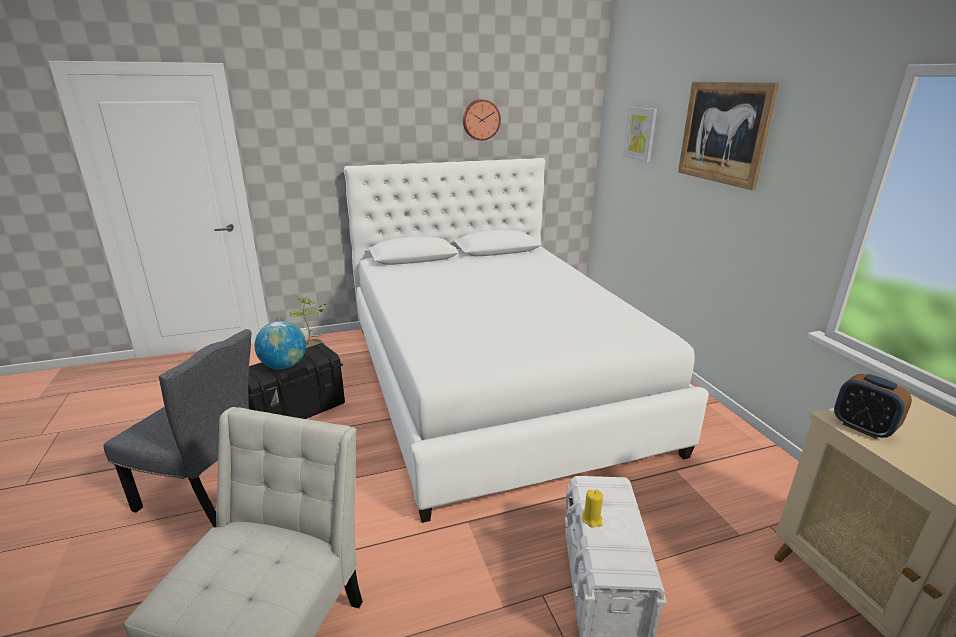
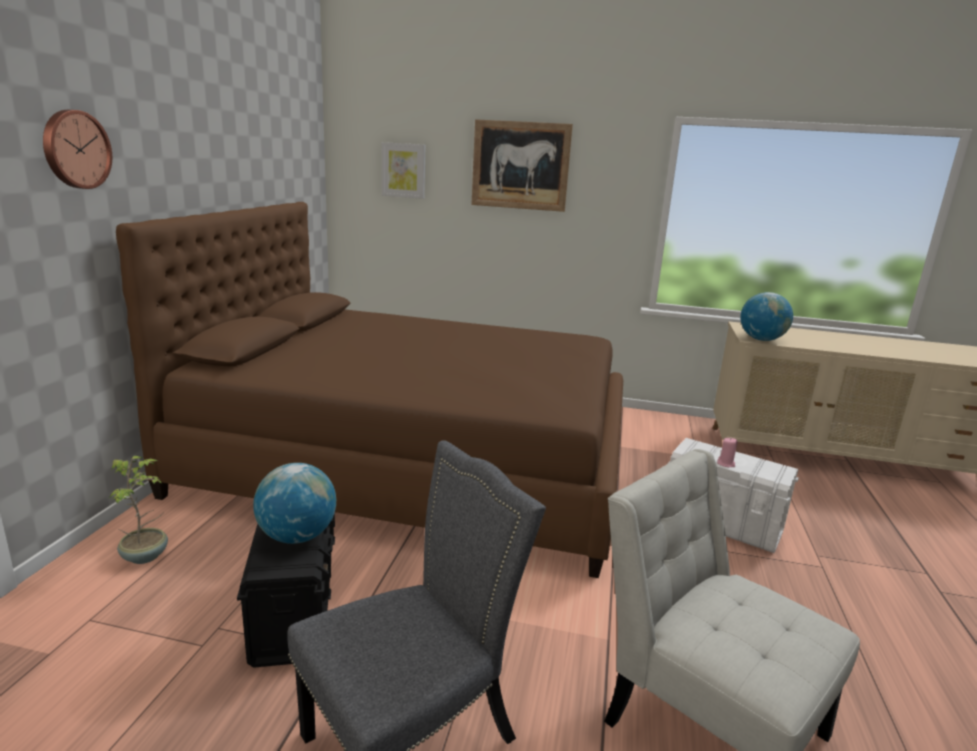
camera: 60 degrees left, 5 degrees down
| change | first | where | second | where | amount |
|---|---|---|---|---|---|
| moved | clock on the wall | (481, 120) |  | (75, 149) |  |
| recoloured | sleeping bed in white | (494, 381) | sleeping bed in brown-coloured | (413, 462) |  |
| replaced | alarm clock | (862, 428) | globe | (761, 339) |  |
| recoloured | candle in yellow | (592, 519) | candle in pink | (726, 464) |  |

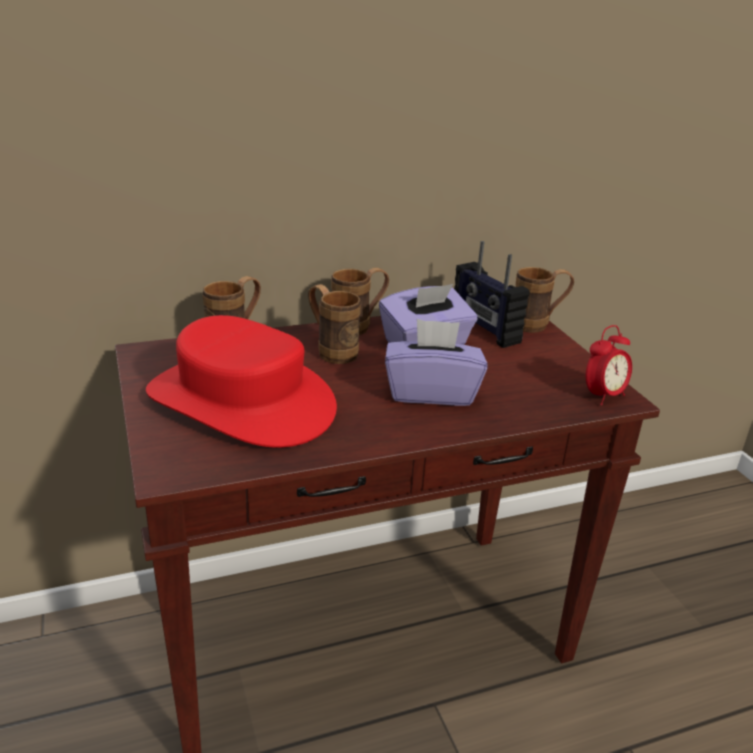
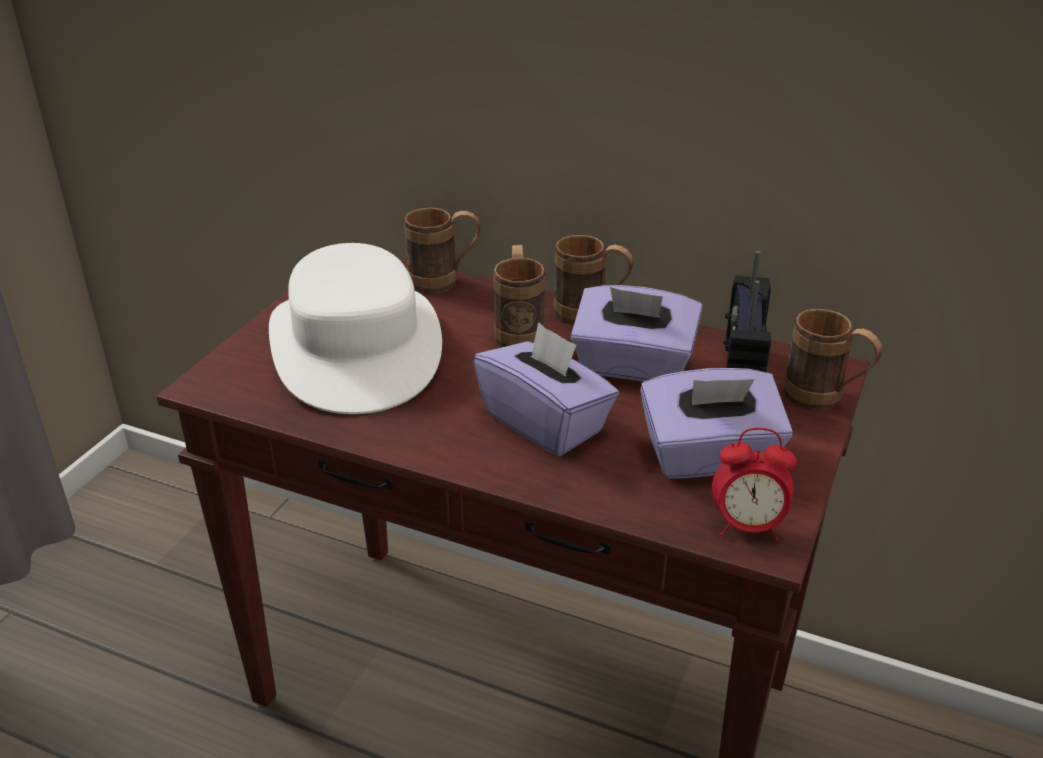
camera: 45 degrees right, 5 degrees up
| change | first | where | second | where | amount |
|---|---|---|---|---|---|
| recoloured | wearable hat in red-coloured | (242, 401) | wearable hat in white | (357, 347) |  |
| added |  |  | tissue holder in purple-coloured | (709, 457) |  |

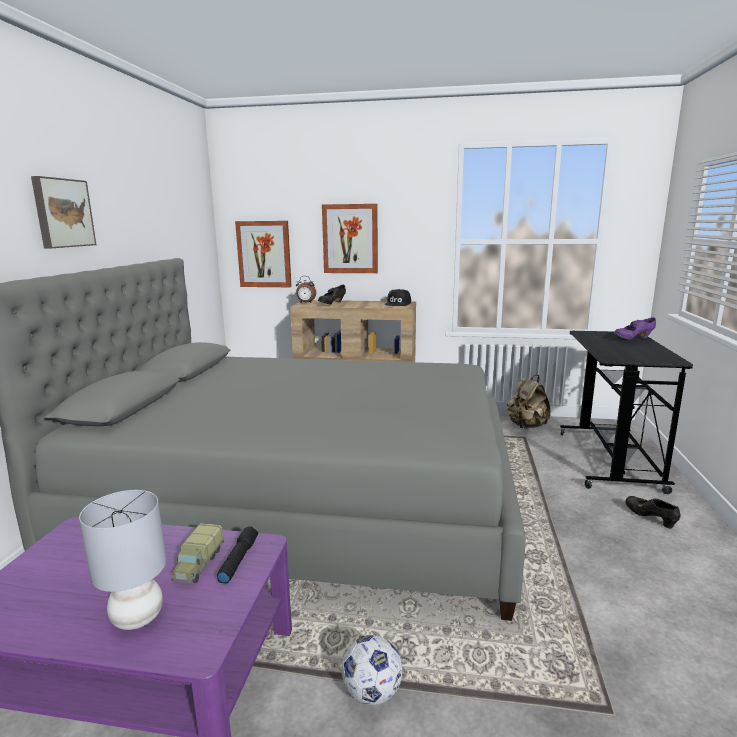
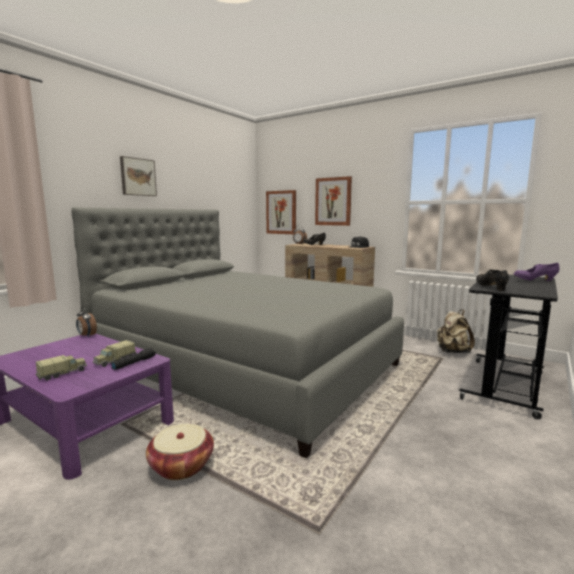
camera: 25 degrees right, 5 degrees down
| change | first | where | second | where | amount |
|---|---|---|---|---|---|
| replaced | tabletop lamp in gray | (136, 618) | model truck | (63, 373) |  |
| moved | item of footwear in blackish | (650, 518) |  | (491, 287) |  |
| replaced | football ball | (372, 693) | household basket | (181, 465) |  |
| added |  |  | alarm clock | (86, 335) |  |

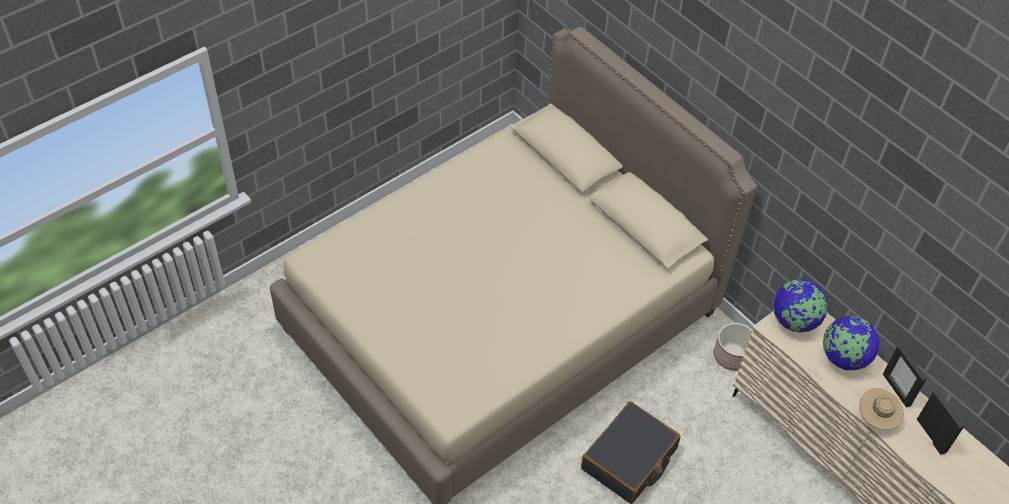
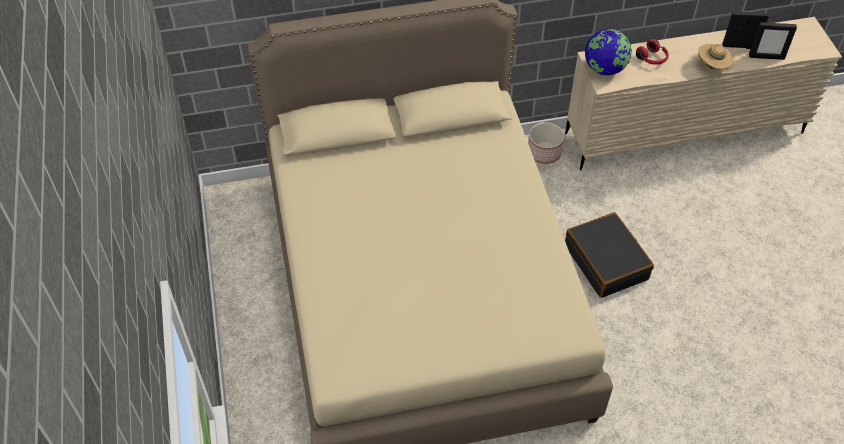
camera: 60 degrees left, 0 degrees up
| change | first | where | second | where | amount |
|---|---|---|---|---|---|
| replaced | globe | (843, 358) | pair of headphones in red-coloured | (652, 58) |  |
| moved | standing frame | (897, 389) |  | (766, 56) |  |

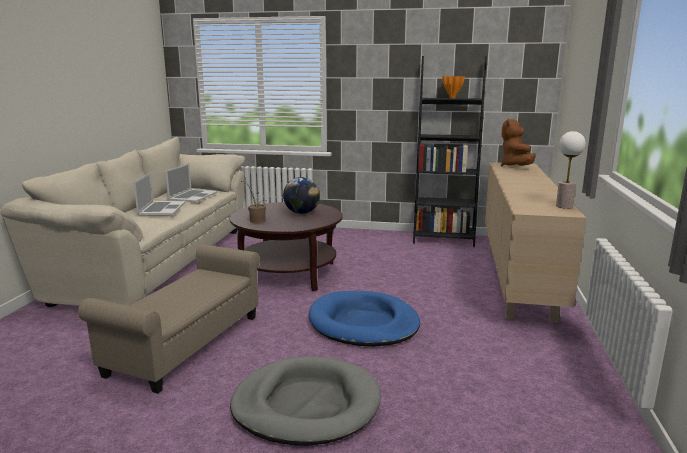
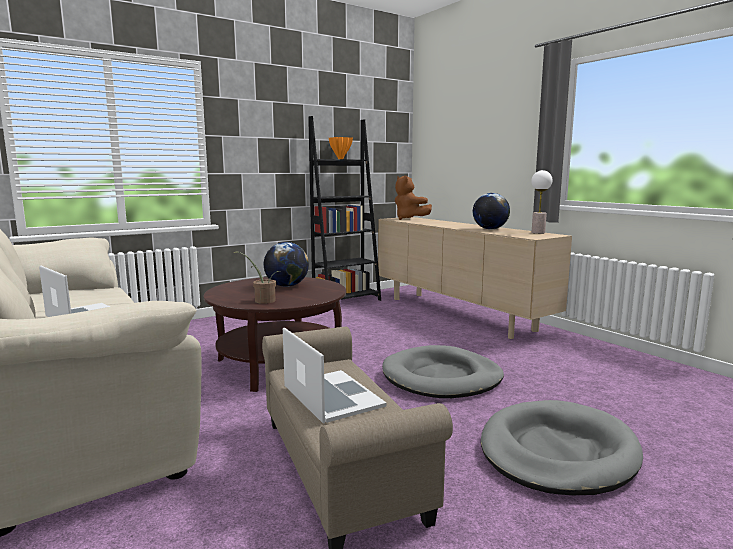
camera: 45 degrees left, 5 degrees down
| change | first | where | second | where | amount |
|---|---|---|---|---|---|
| moved | portable computer | (193, 196) |  | (332, 396) |  |
| recoloured | pet bed in blue | (363, 323) | pet bed in gray | (442, 377) |  |
| added |  |  | globe | (490, 229) |  |

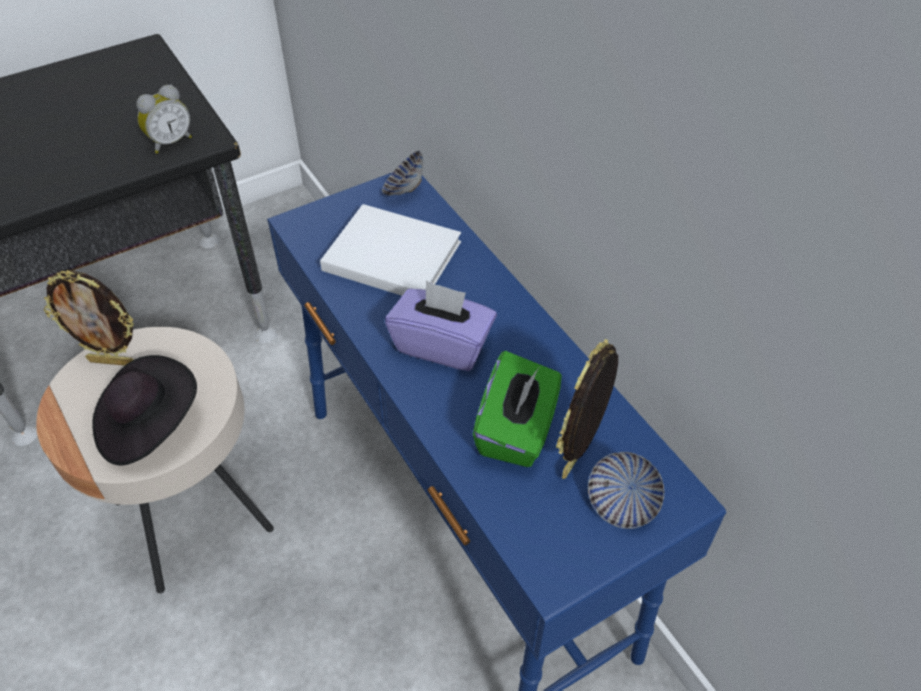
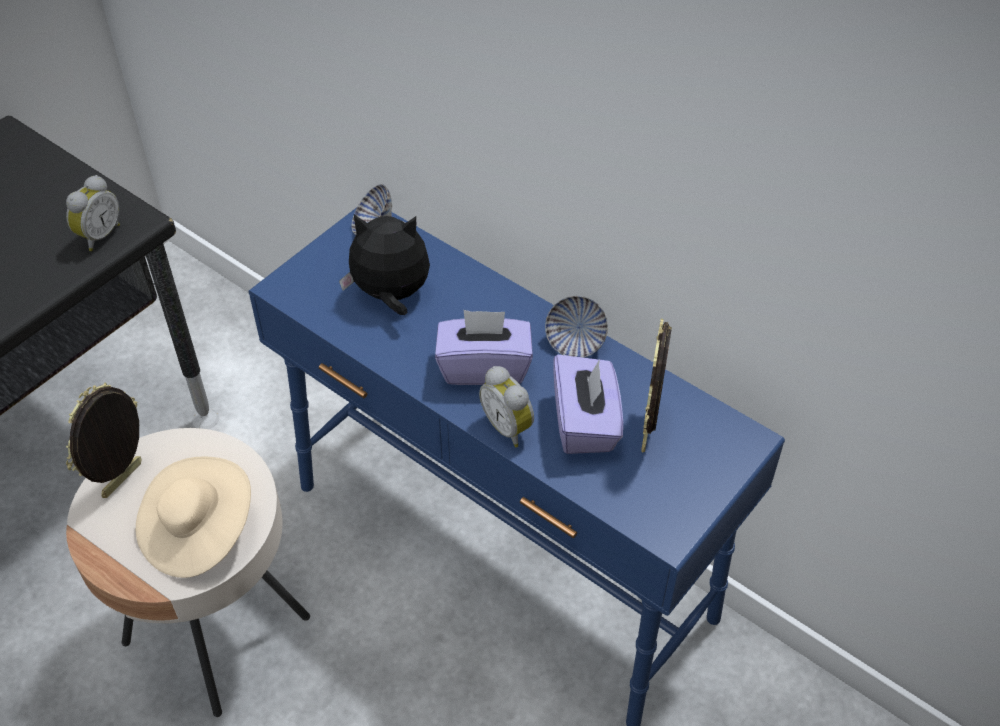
camera: 20 degrees left, 0 degrees up
| change | first | where | second | where | amount |
|---|---|---|---|---|---|
| replaced | book in white | (388, 255) | cuddly toy | (391, 295) |  |
| turned | standing frame | (113, 361) |  | (124, 481) | 135 degrees clockwise |
| recoloured | tissue holder in greenish | (517, 430) | tissue holder in purple-coloured | (585, 423) |  |
| recoloured | wearable hat in blackish | (148, 425) | wearable hat in sand-coloured | (198, 531) |  |
| moved | serving bowl | (621, 504) |  | (575, 342) |  |
| added |  |  | alarm clock | (509, 426) |  |

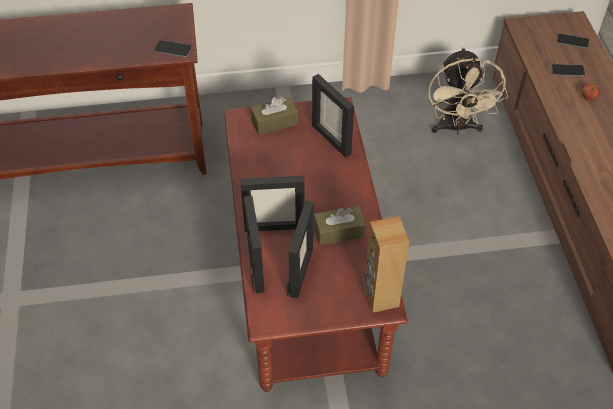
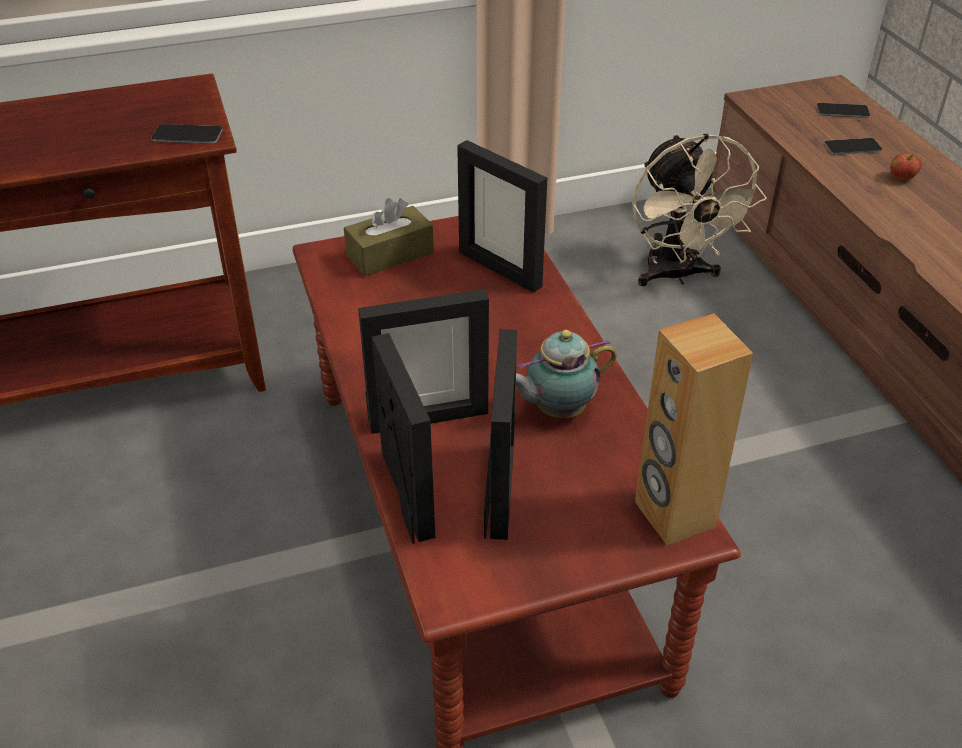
camera: 10 degrees left, 10 degrees down
| change | first | where | second | where | amount |
|---|---|---|---|---|---|
| replaced | tissue holder in brown-coloured | (339, 231) | tea pot | (557, 410) |  |

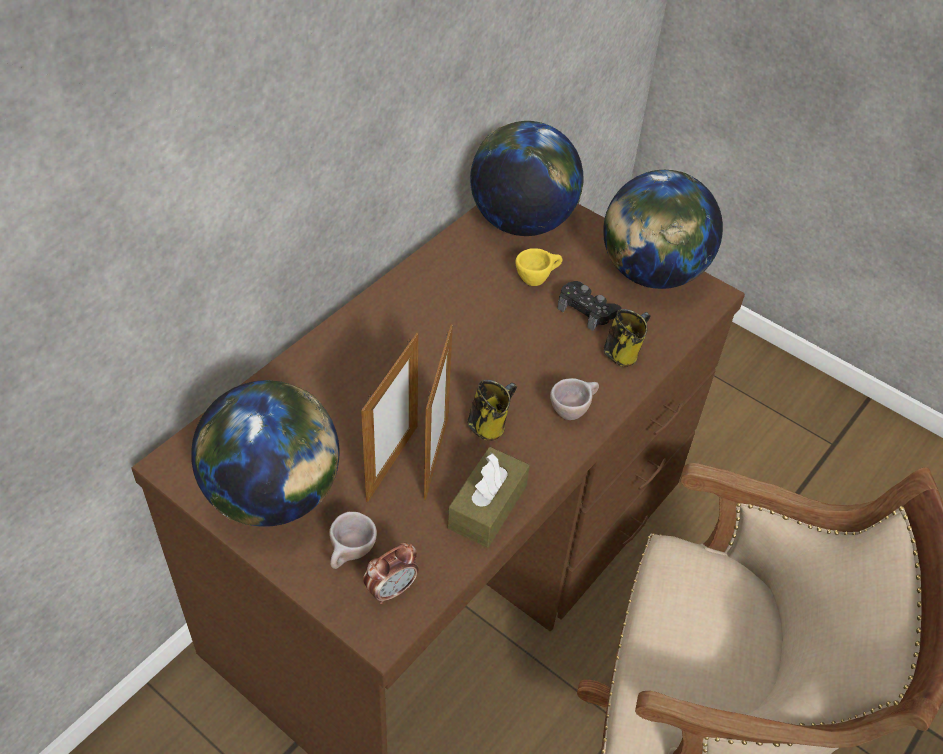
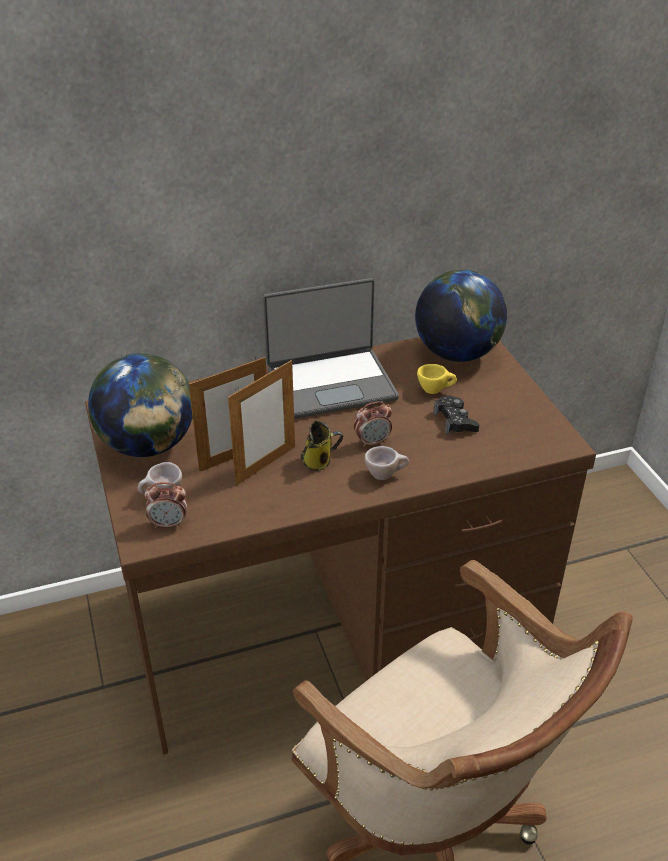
camera: 35 degrees right, 10 degrees down
| change | first | where | second | where | amount |
|---|---|---|---|---|---|
| removed | globe | (651, 273) |  |  |  |
| removed | tea mug | (623, 353) |  |  |  |
| removed | tissue holder in brown-coloured | (487, 507) |  |  |  |
| added |  |  | portable computer | (331, 384) |  |
| added |  |  | alarm clock | (372, 442) |  |

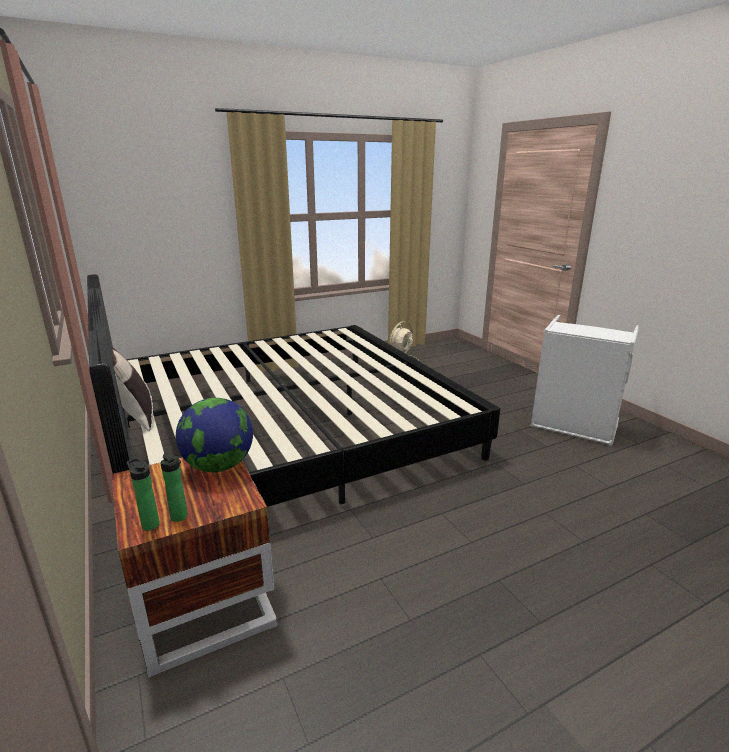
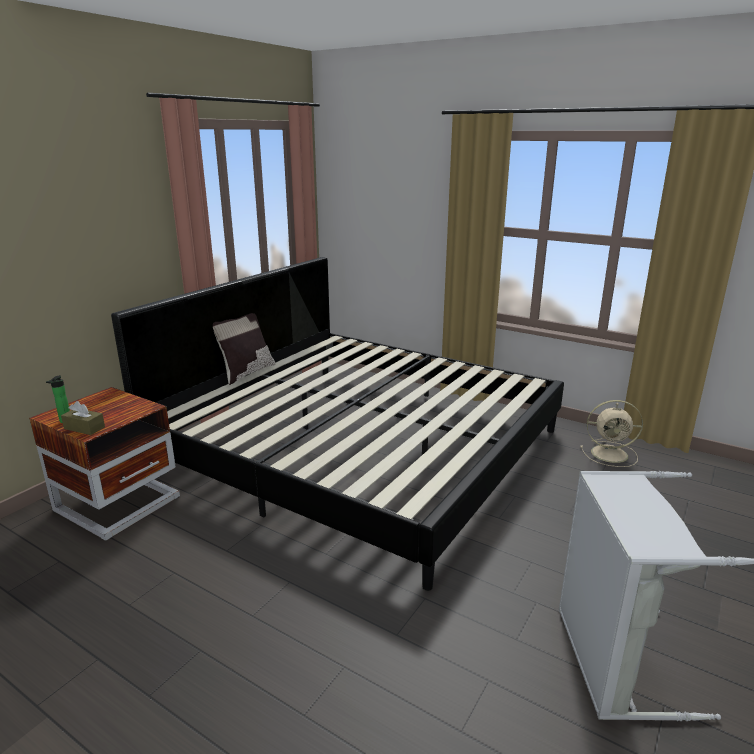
camera: 60 degrees right, 0 degrees up
| change | first | where | second | where | amount |
|---|---|---|---|---|---|
| removed | globe | (219, 466) |  |  |  |
| removed | bottle | (149, 524) |  |  |  |
| added |  |  | tissue holder in brown-coloured | (84, 428) |  |

